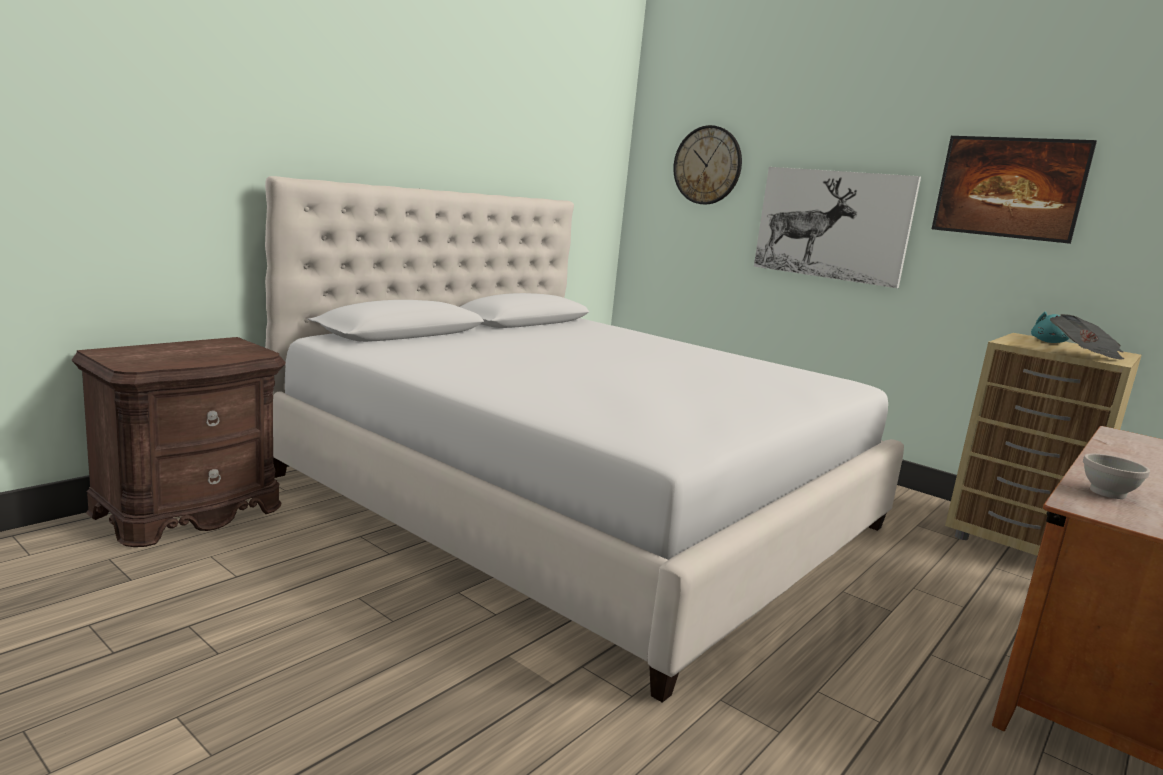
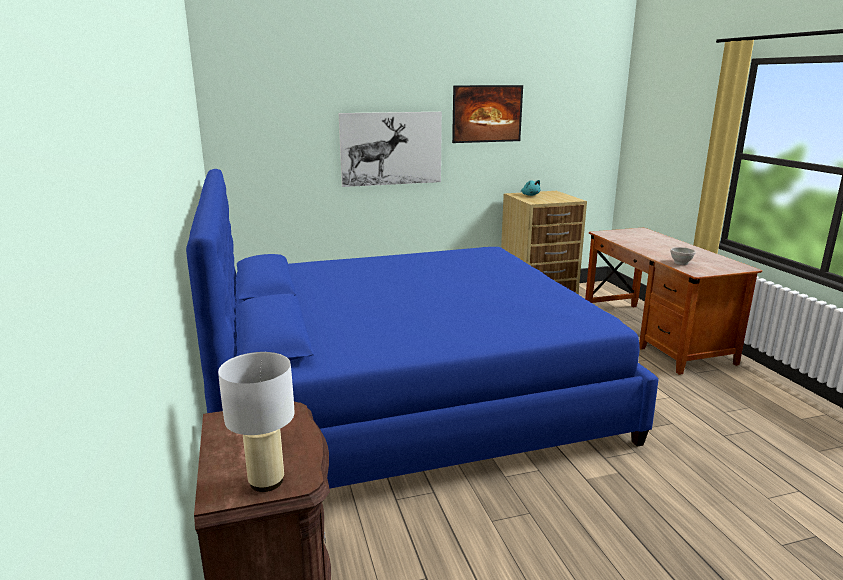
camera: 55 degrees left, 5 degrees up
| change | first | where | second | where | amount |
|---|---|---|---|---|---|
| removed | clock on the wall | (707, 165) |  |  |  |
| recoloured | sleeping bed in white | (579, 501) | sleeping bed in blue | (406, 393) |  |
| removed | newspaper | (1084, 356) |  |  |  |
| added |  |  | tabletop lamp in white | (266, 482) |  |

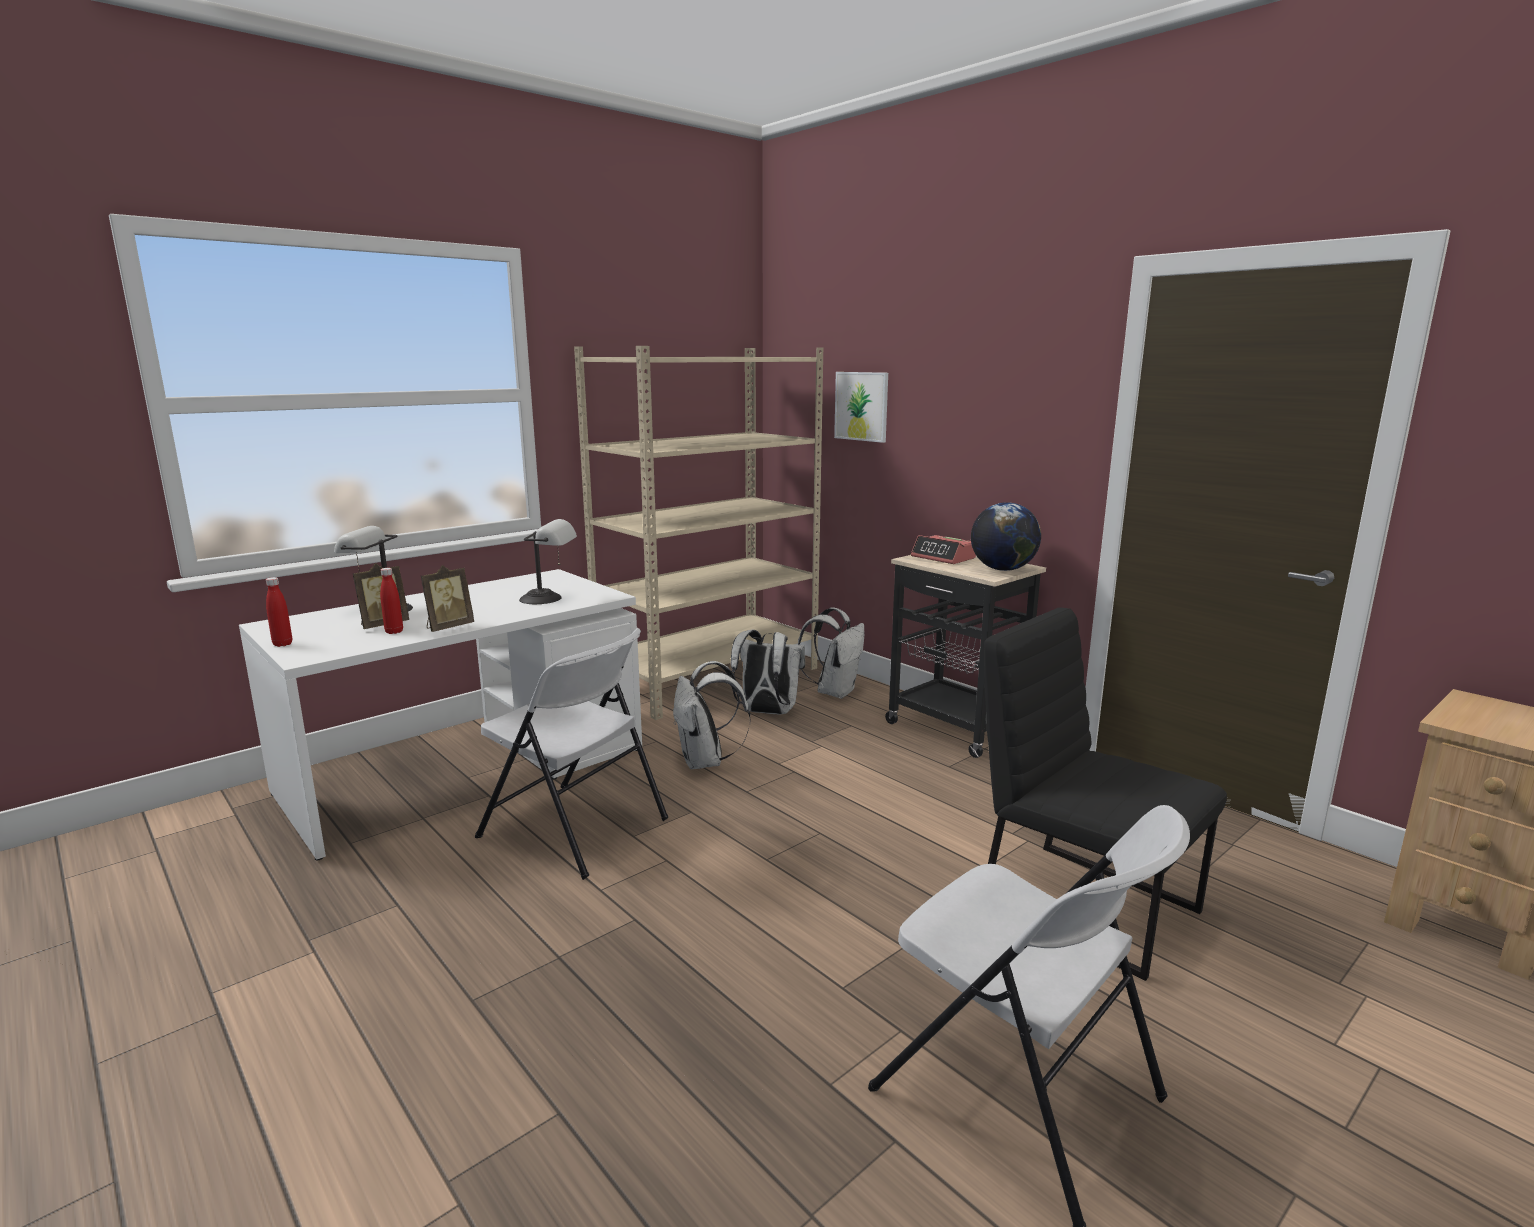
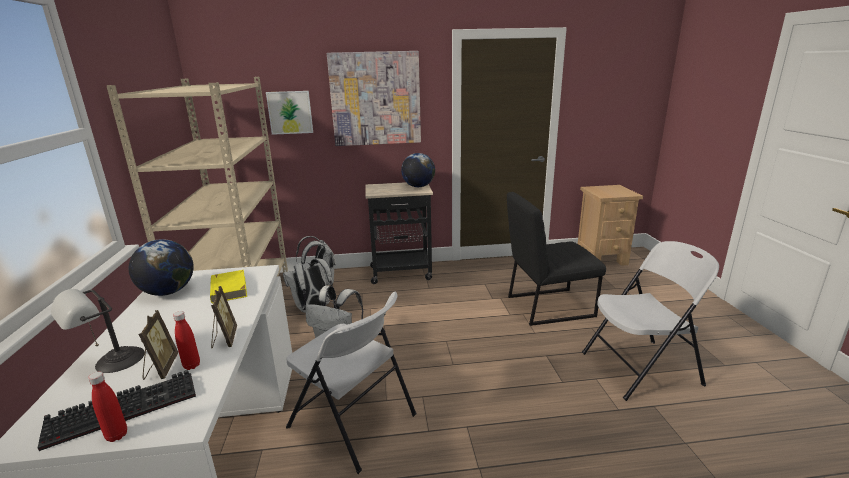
camera: 55 degrees left, 5 degrees up
| change | first | where | second | where | amount |
|---|---|---|---|---|---|
| replaced | tabletop lamp | (549, 598) | book in yellow | (228, 290) |  |
| removed | alarm clock | (943, 558) |  |  |  |
| turned | plain chair in white | (573, 828) |  | (352, 421) | 60 degrees clockwise |
| added |  |  | picture | (375, 99) |  |
| added |  |  | globe | (168, 292) |  |
| added |  |  | PC keyboard | (125, 407) |  |

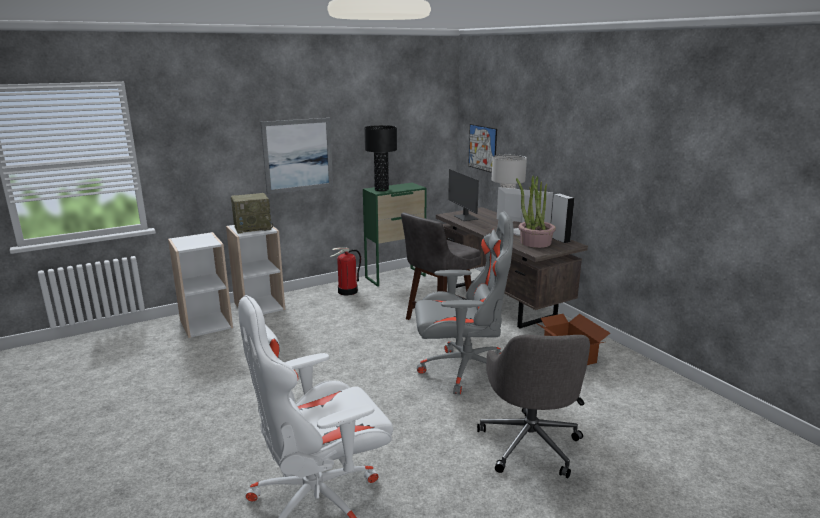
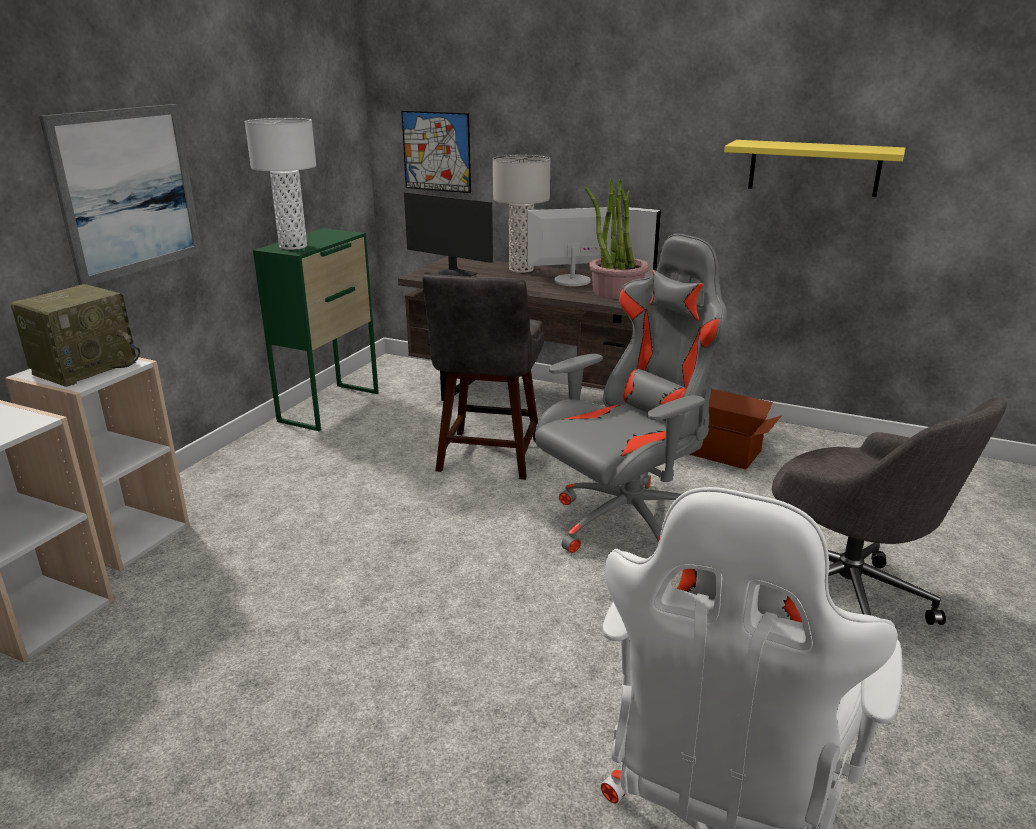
camera: 35 degrees left, 5 degrees up
| change | first | where | second | where | amount |
|---|---|---|---|---|---|
| recoloured | tabletop lamp in blackish | (381, 189) | tabletop lamp in white | (293, 246) |  |
| removed | fire-fighting cylinder | (347, 291) |  |  |  |
| added |  |  | bracket shelf in yellow | (814, 168) |  |

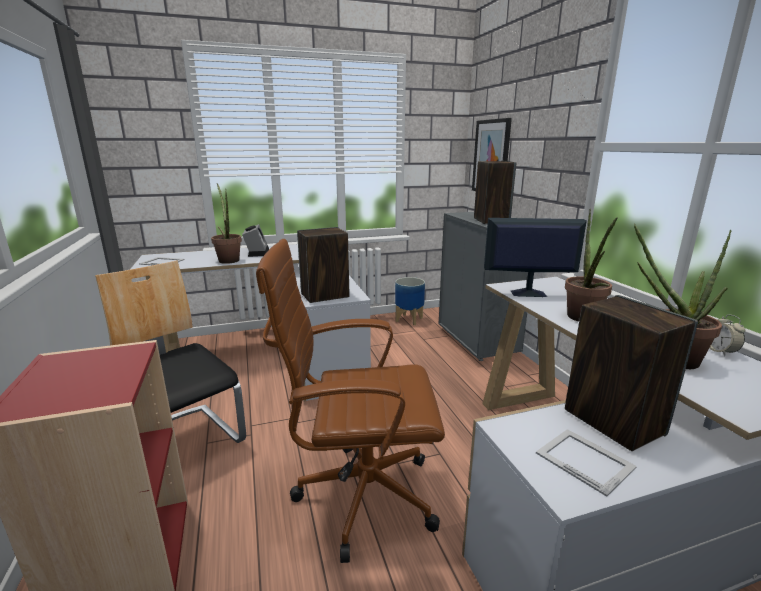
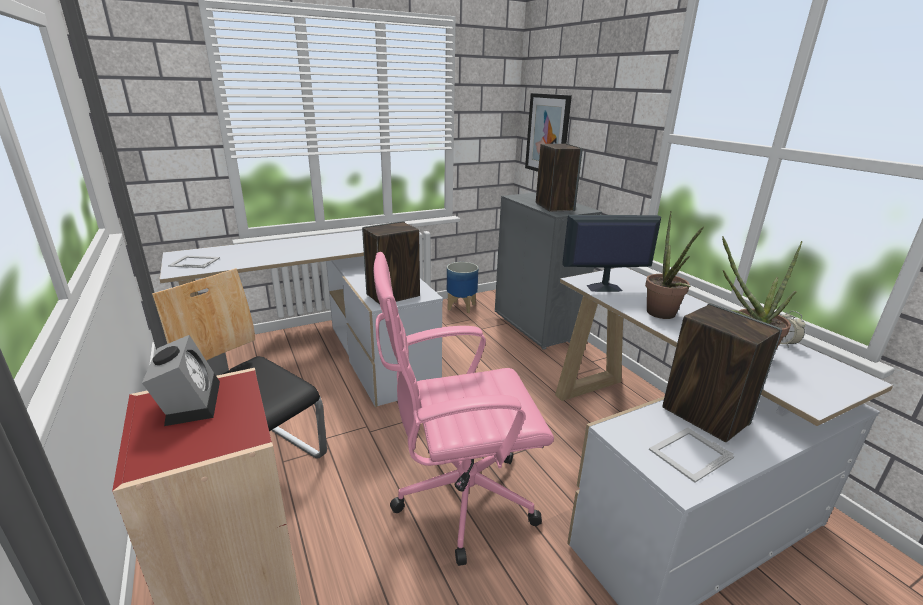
camera: 10 degrees left, 5 degrees up
| change | first | where | second | where | amount |
|---|---|---|---|---|---|
| removed | potted plant | (228, 259) |  |  |  |
| moved | alarm clock | (257, 252) |  | (189, 401) |  |
| recoloured | computer chair in brown-coloured | (359, 496) | computer chair in pink | (458, 500) |  |
| turned | standing frame | (584, 459) |  | (689, 453) | 75 degrees counterclockwise |

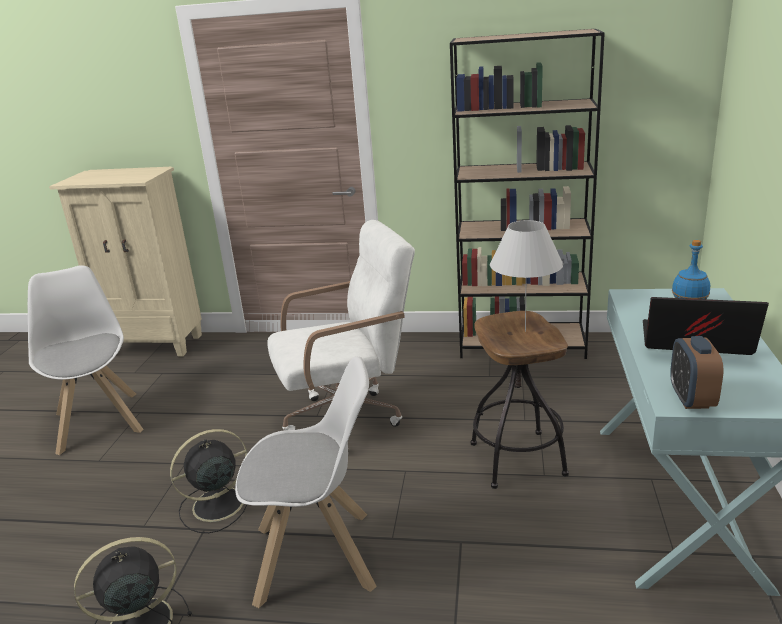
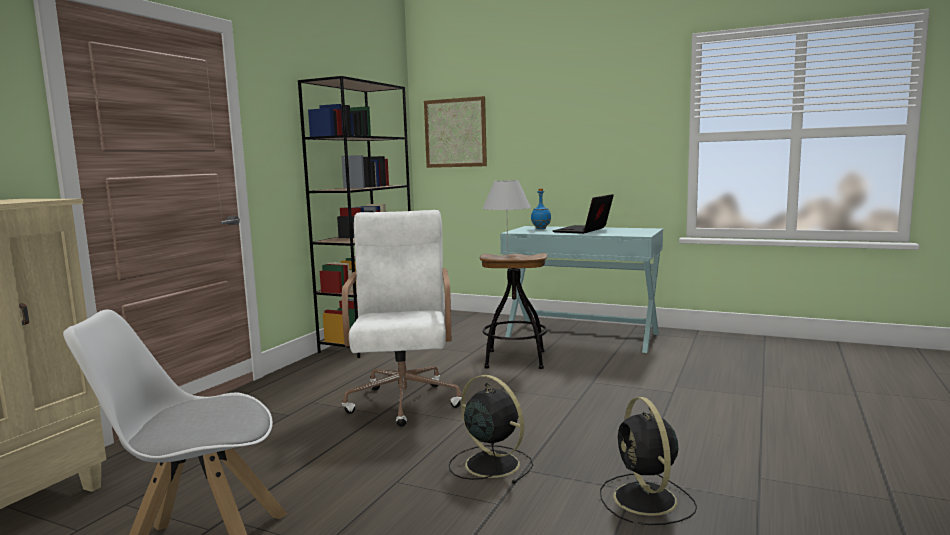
camera: 75 degrees left, 15 degrees down
| change | first | where | second | where | amount |
|---|---|---|---|---|---|
| removed | alarm clock | (691, 399) |  |  |  |
| removed | plain chair | (319, 557) |  |  |  |
| turned | cooling fan in blackish | (216, 505) |  | (490, 463) | 150 degrees clockwise |
| added |  |  | picture | (455, 132) |  |

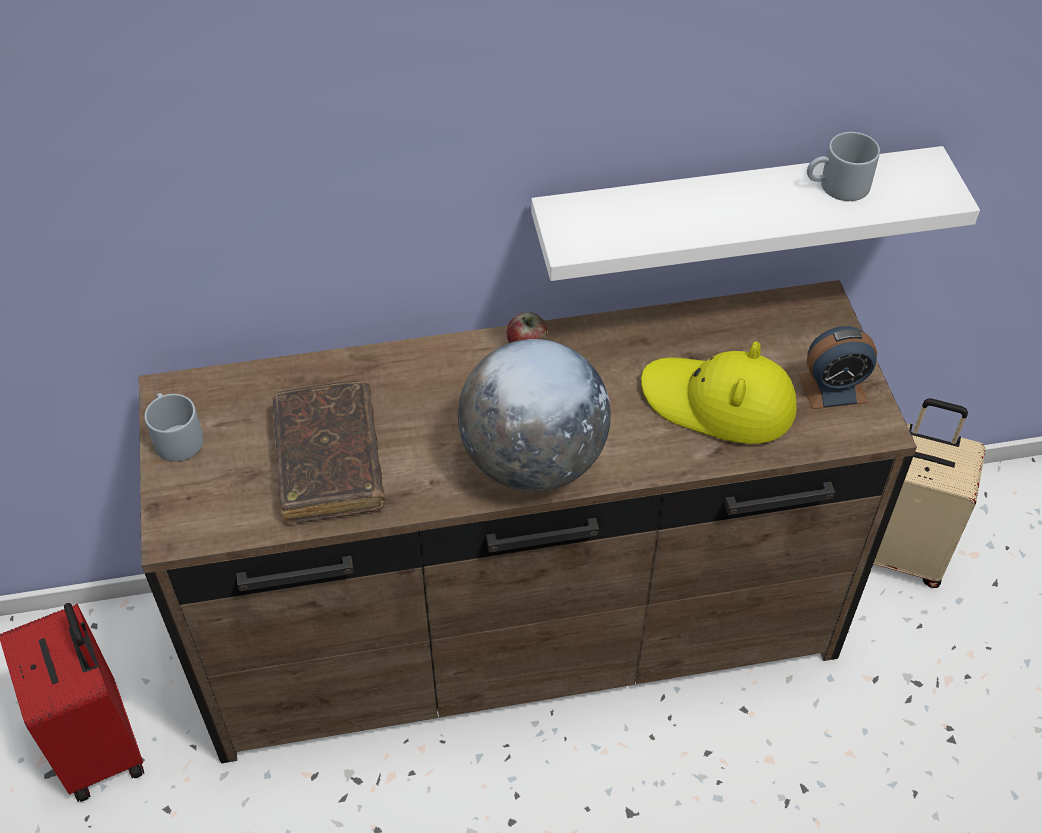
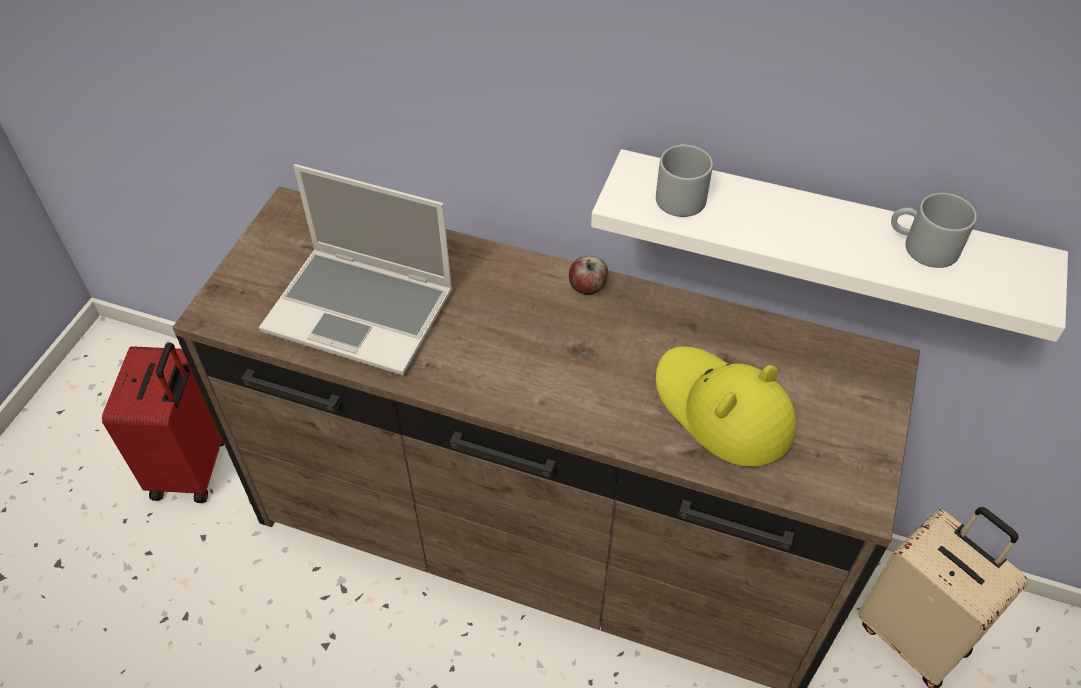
camera: 30 degrees right, 0 degrees up
| change | first | where | second | where | amount |
|---|---|---|---|---|---|
| removed | alarm clock | (833, 388) |  |  |  |
| removed | globe | (533, 461) |  |  |  |
| replaced | book in brown-coloured | (329, 461) | portable computer | (362, 311) |  |
| moved | tea mug in gray | (175, 436) |  | (679, 193) |  |

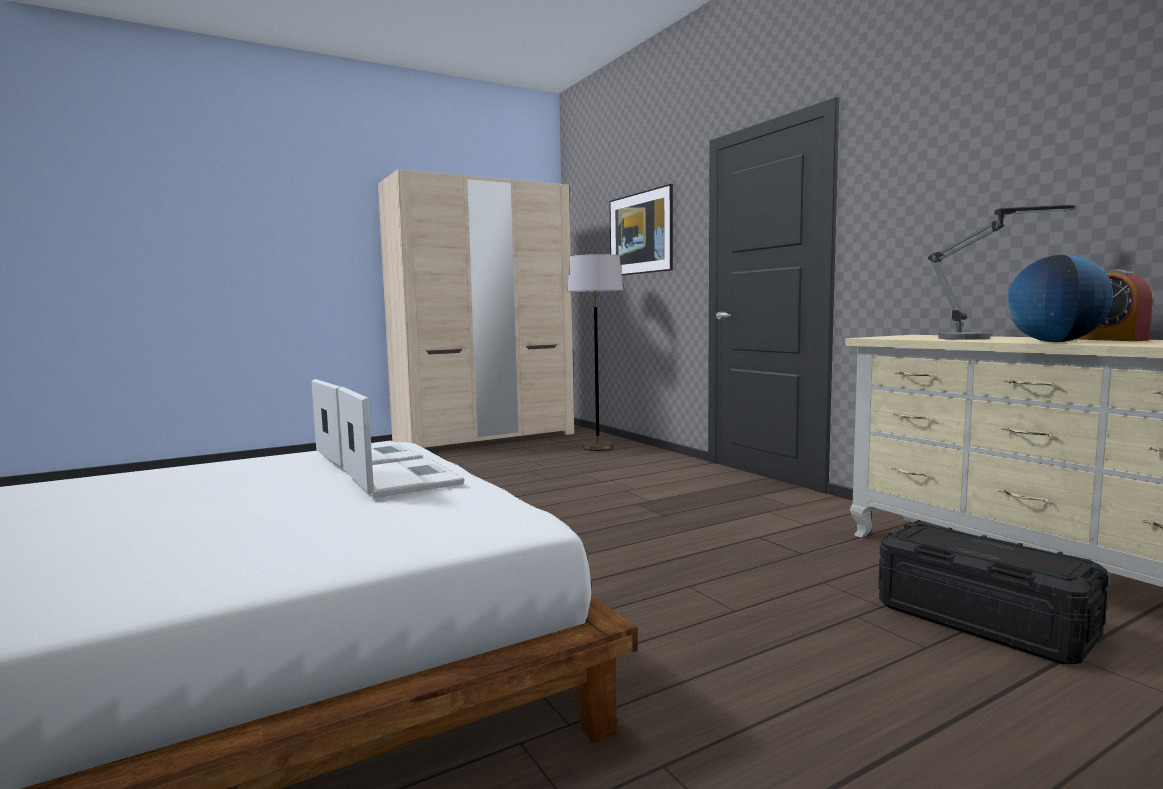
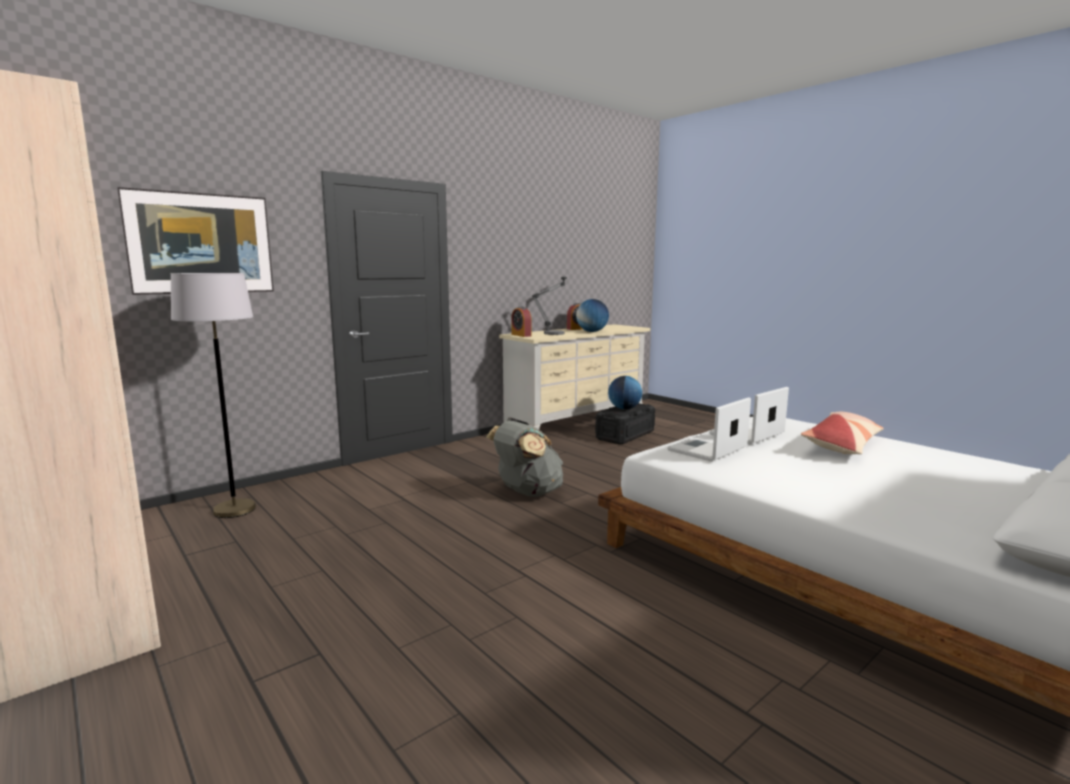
camera: 100 degrees left, 5 degrees up
| change | first | where | second | where | amount |
|---|---|---|---|---|---|
| added |  |  | alarm clock | (521, 335) |  |
| added |  |  | globe | (624, 409) |  |
| added |  |  | throw pillow | (842, 444) |  |
| added |  |  | knapsack in gray | (527, 492) |  |

